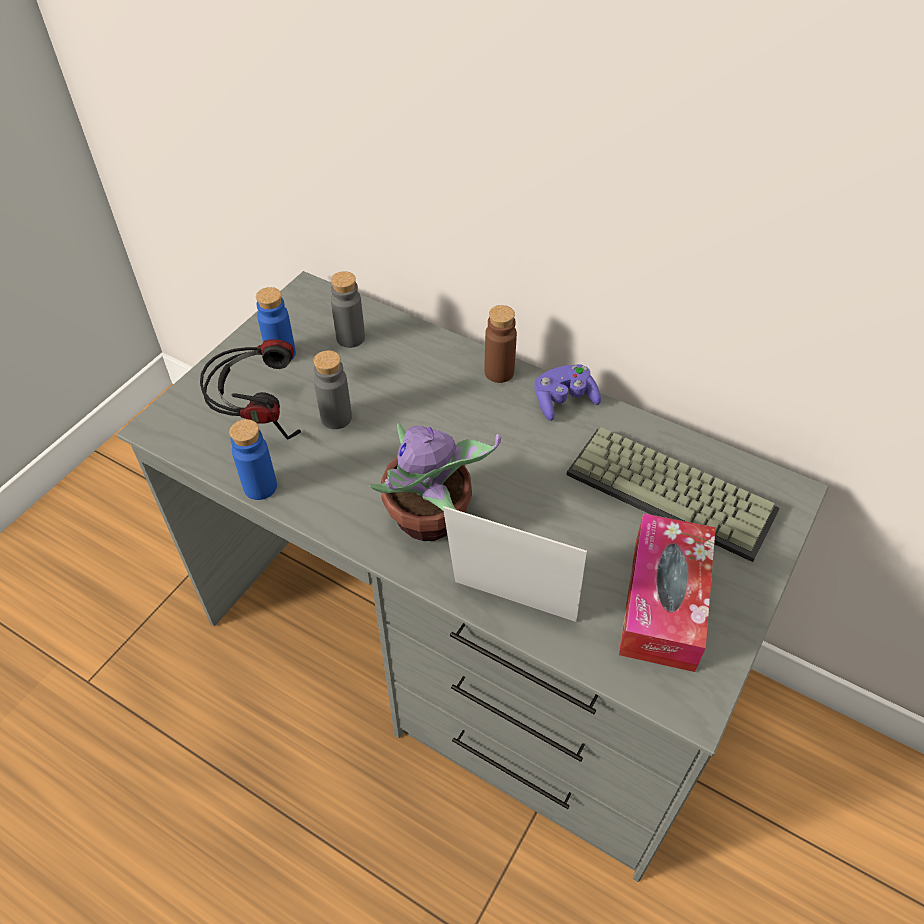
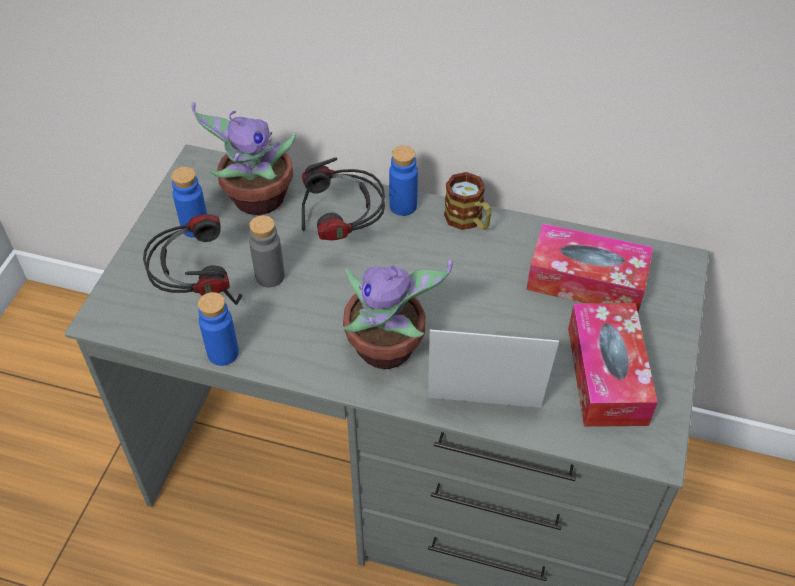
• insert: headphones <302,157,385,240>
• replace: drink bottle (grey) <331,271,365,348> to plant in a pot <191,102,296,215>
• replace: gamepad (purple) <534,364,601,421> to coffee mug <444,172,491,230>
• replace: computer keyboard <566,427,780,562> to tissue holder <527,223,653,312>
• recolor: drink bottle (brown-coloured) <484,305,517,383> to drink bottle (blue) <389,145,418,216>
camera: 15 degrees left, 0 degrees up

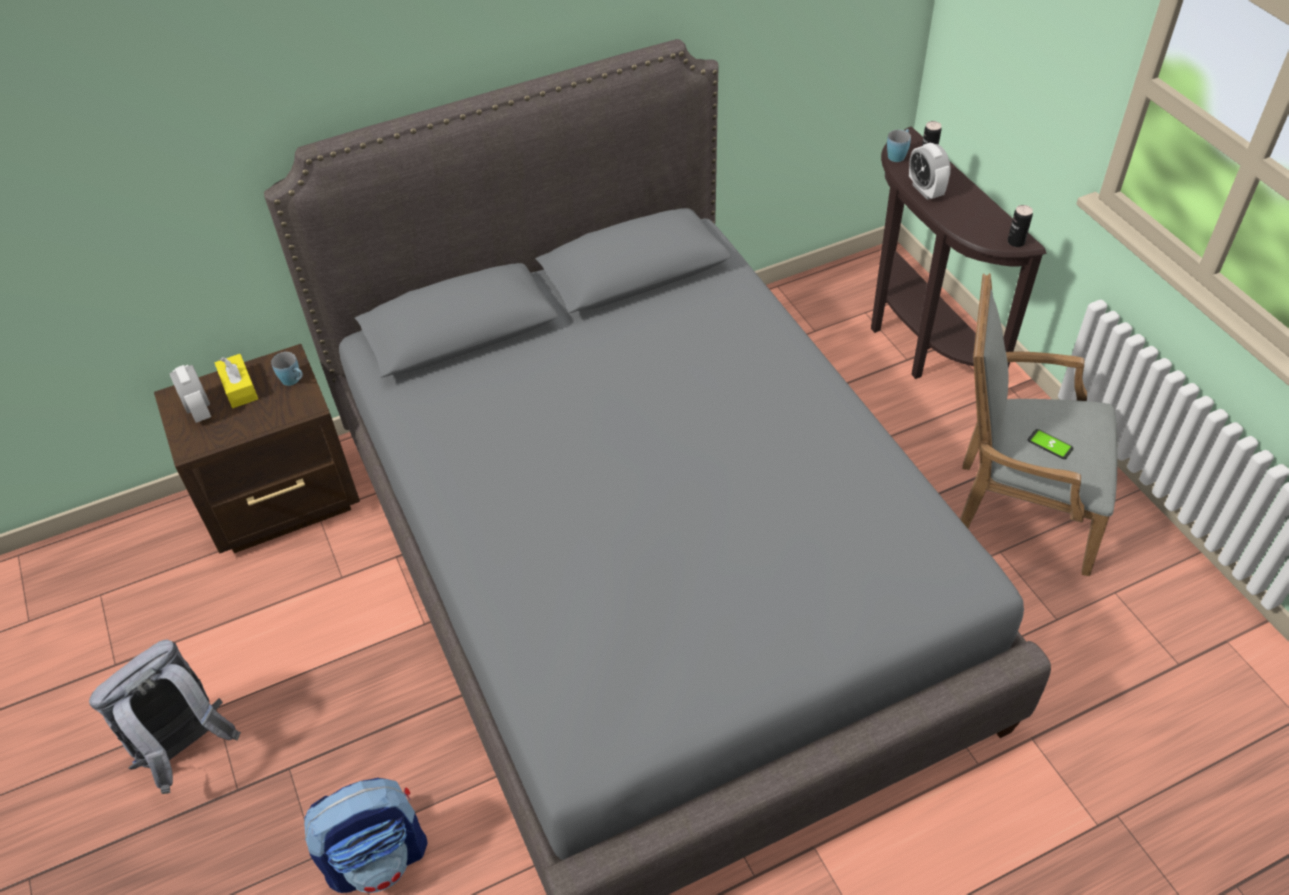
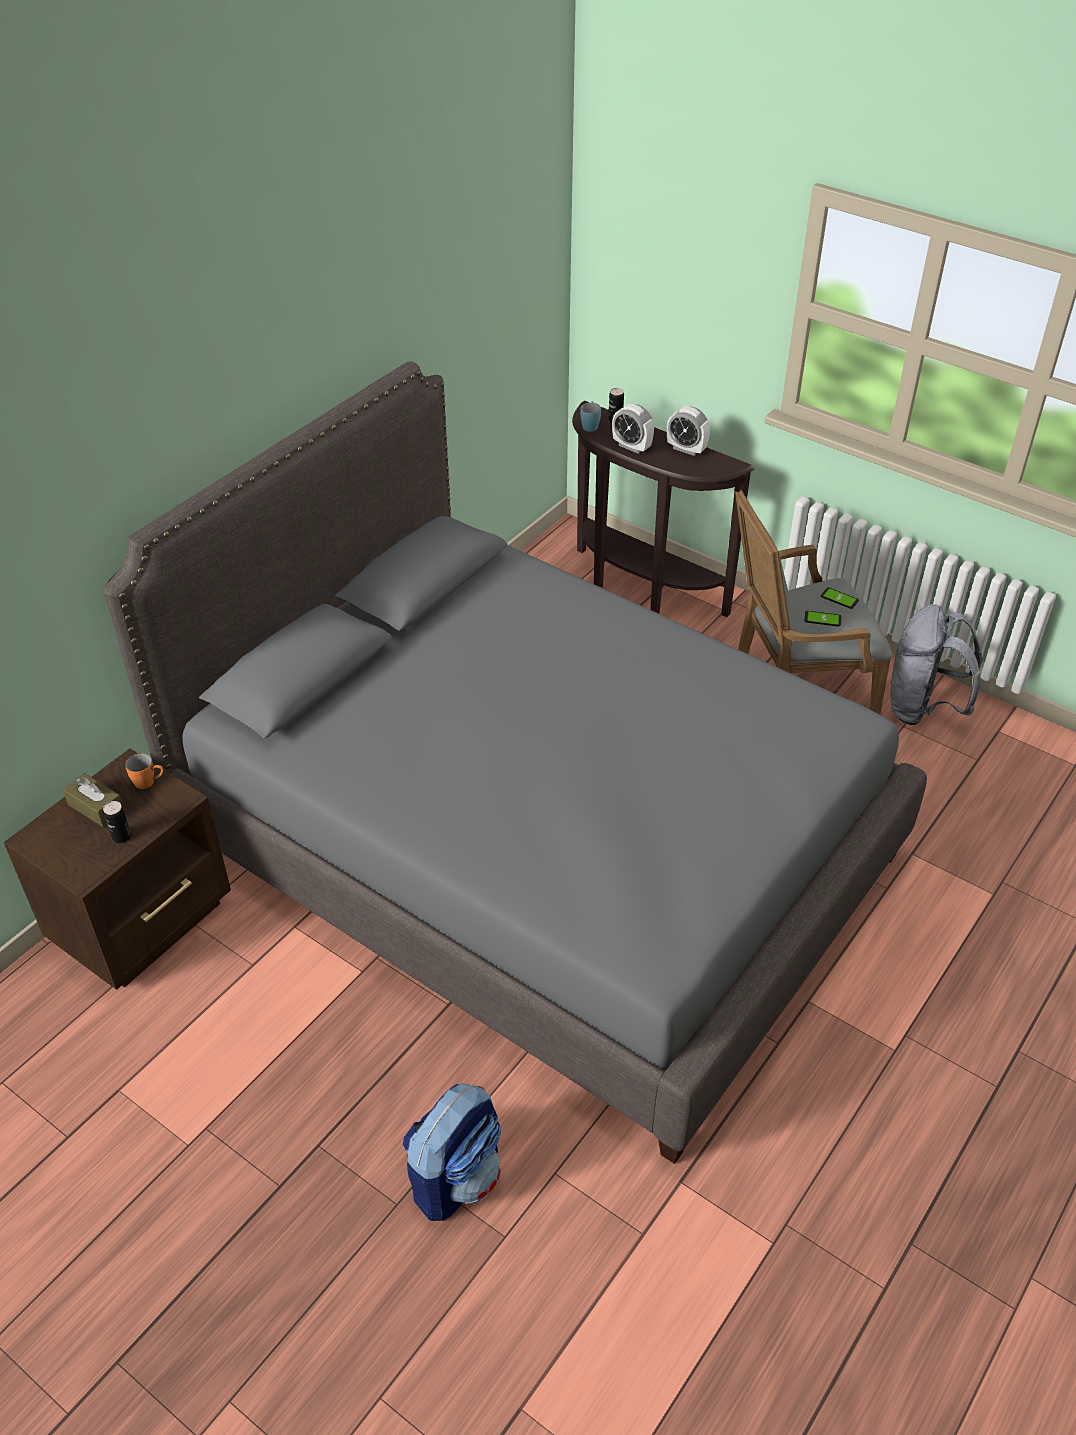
• insert: telephone <821,588,859,609>
• move: knapsack (grey) <89,640,241,794> to <890,604,982,725>
• move: bedside clock <170,365,211,423> to <667,406,710,456>
• move: metal can <1007,205,1033,247> to <103,801,131,843>
• recolor: tissue holder (yellowish) <215,354,258,408> to tissue holder (brown-coloured) <63,773,124,827>
• recolor: coffee mug (blue) <271,352,303,386> to coffee mug (orangey) <125,754,163,789>
camera: 30 degrees left, 5 degrees down

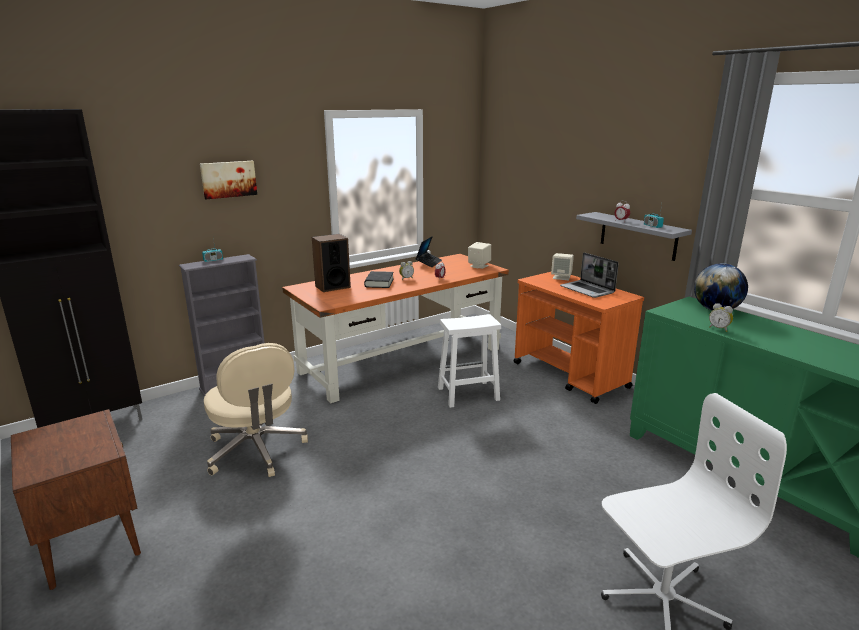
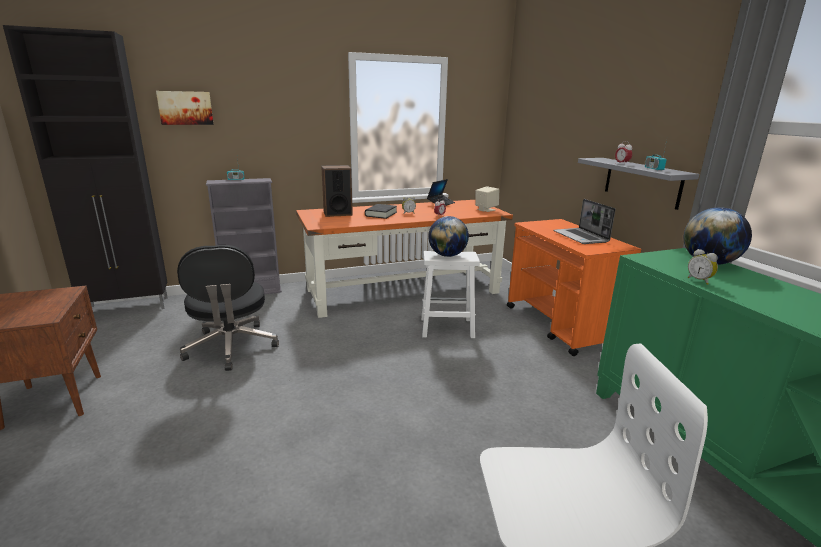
• delete: speaker (beige-coloured) <551,253,574,280>
• insert: globe <428,216,469,257>
• move: wall picture <200,161,257,199> to <156,91,214,125>
• recolor: desk chair (beige-coloured) <204,343,308,477> to desk chair (black-coloured) <177,245,279,371>
camera: 15 degrees right, 0 degrees up

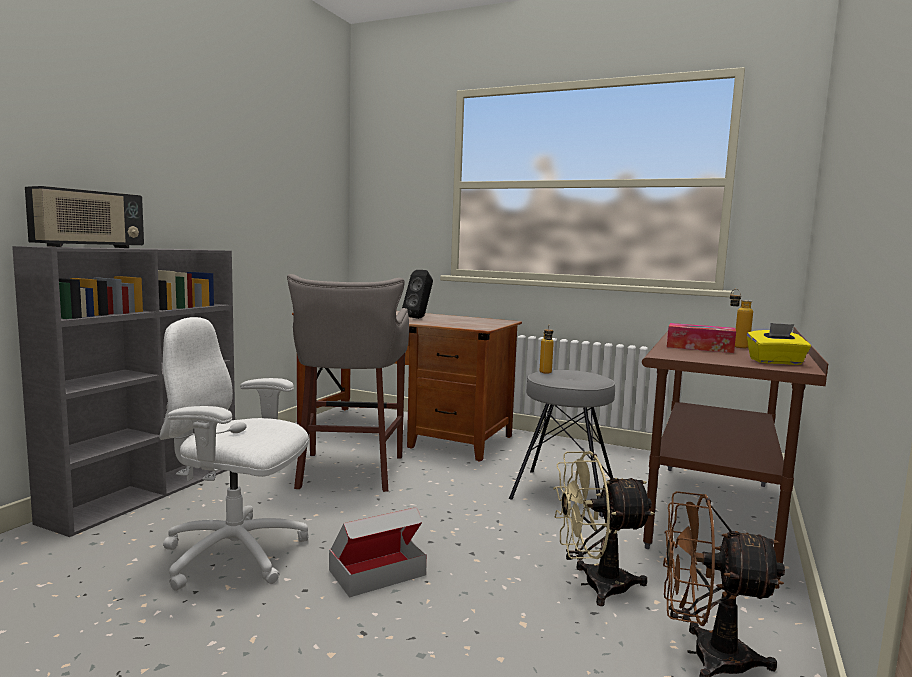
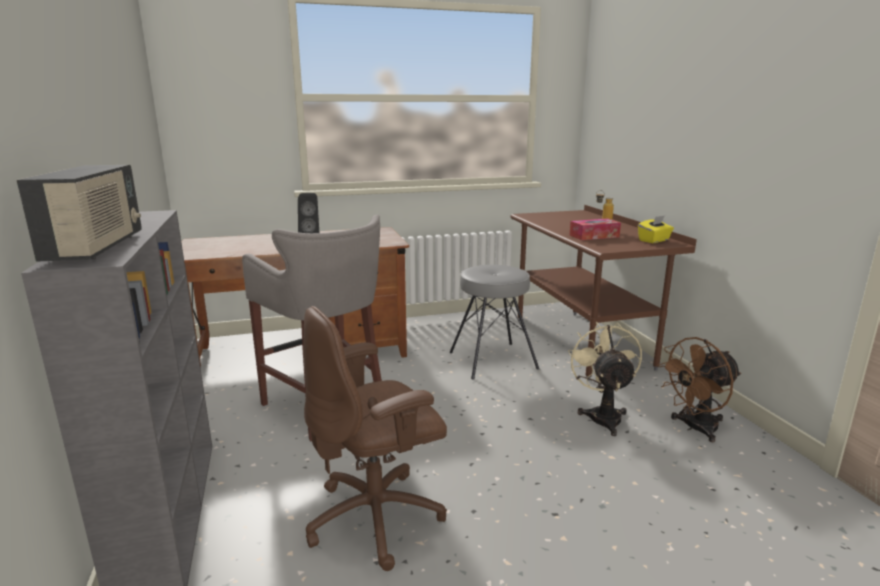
• delete: cardboard box <329,507,427,598>
• delete: drink bottle <540,325,554,373>
• recolor: desk chair (white) <159,317,309,591> to desk chair (brown-coloured) <304,306,447,571>
• rotate: electric fan (beige-coloured) <553,451,654,606> = <568,322,642,436> 135 degrees clockwise
camera: 40 degrees left, 10 degrees up

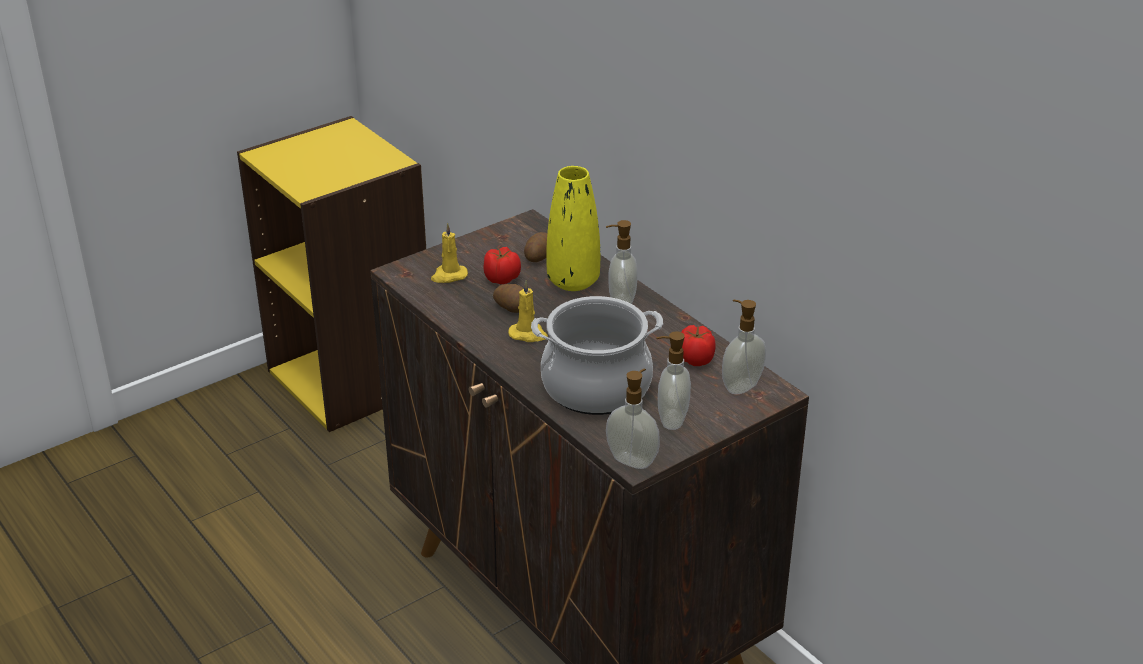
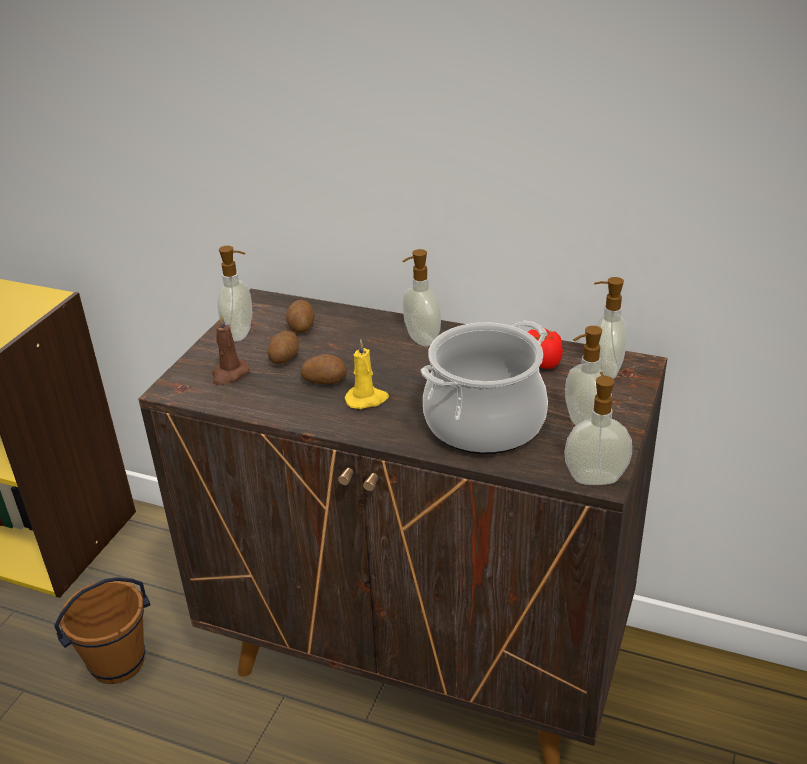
• delete: decorative vase (yellowish) <546,166,600,291>
• insert: water bucket (brown-coloured) <54,577,150,684>
• insert: soap dispenser <217,246,252,341>
• replace: tomato <483,247,521,284> to potato <267,330,299,364>
• recolor: wax candle (yellowish) <431,223,468,283> to wax candle (brown-coloured) <212,315,250,385>
camera: 30 degrees left, 0 degrees up

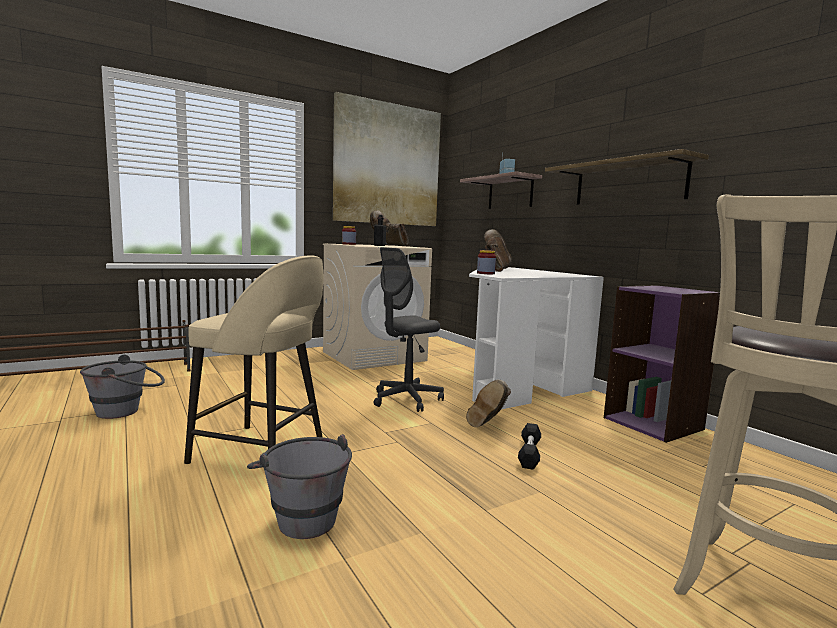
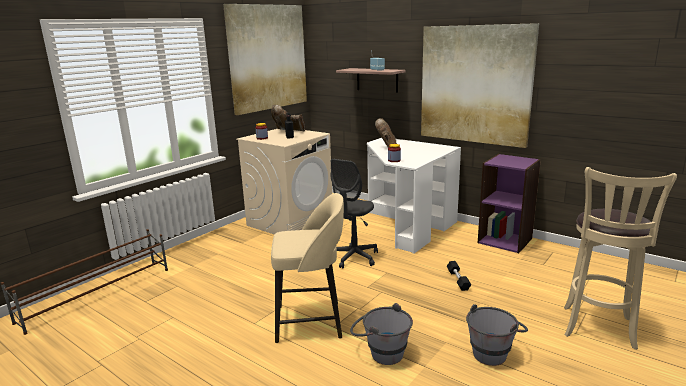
• delete: tall boot (brown-coloured) <466,380,511,427>
• move: water bucket (grey) <80,355,165,419> to <466,304,528,366>
• replace: wall shelf <545,149,709,205> to wall picture <421,23,539,148>
camera: 20 degrees left, 10 degrees up

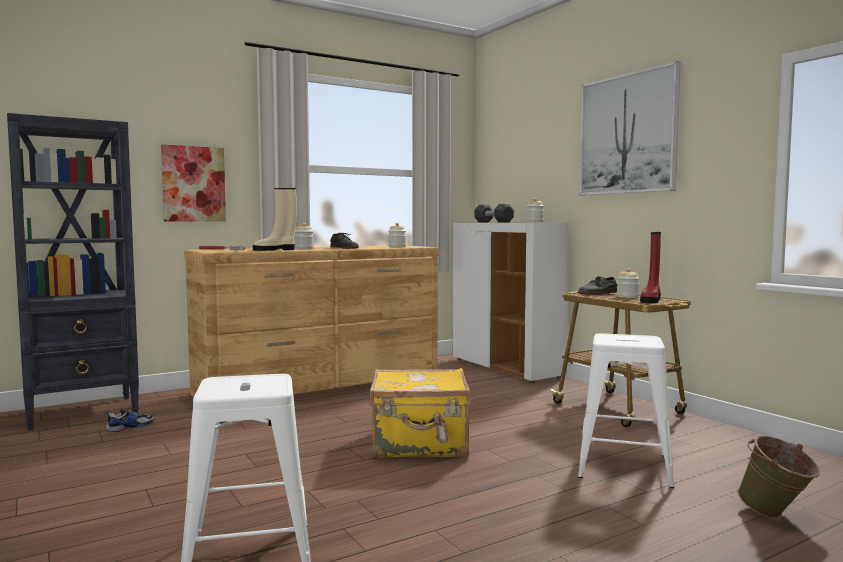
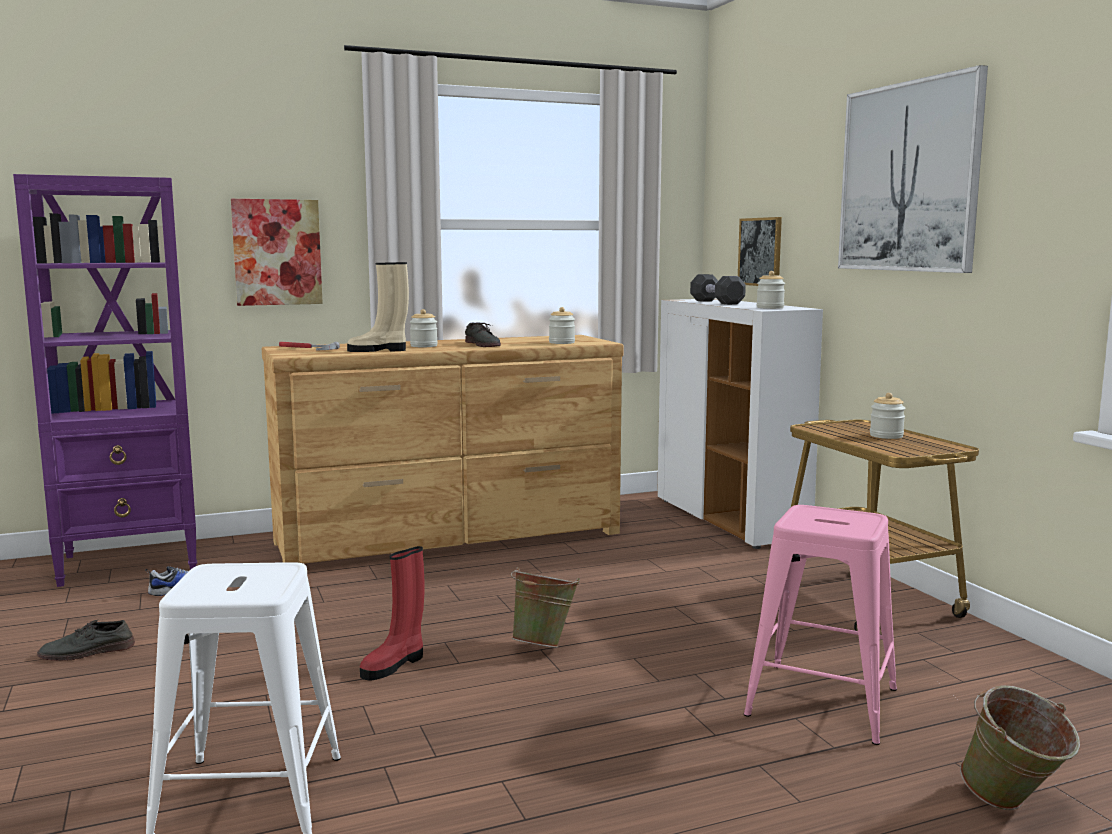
• insert: wall picture <738,217,782,286>
• move: item of footwear (grey) <578,276,617,295> to <37,619,135,661>
• move: tall boot (red) <640,232,661,303> to <360,546,424,681>
• replace: piece of luggage (yellowish) <369,368,471,458> to water bucket (greenish) <510,567,580,648>
• recolor: bookcase (black-coloured) <7,113,139,431> to bookcase (purple) <13,174,197,587>
• recolor: stool seat (white) <578,333,674,488> to stool seat (pinkish) <744,505,897,745>
camera: 10 degrees right, 5 degrees up

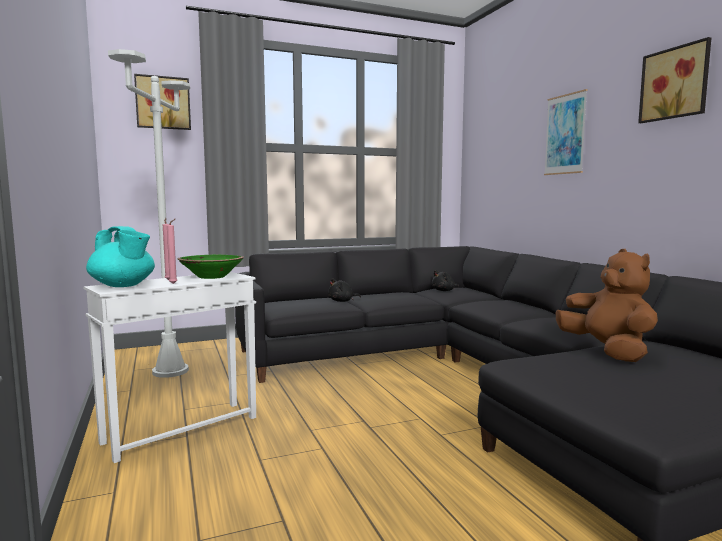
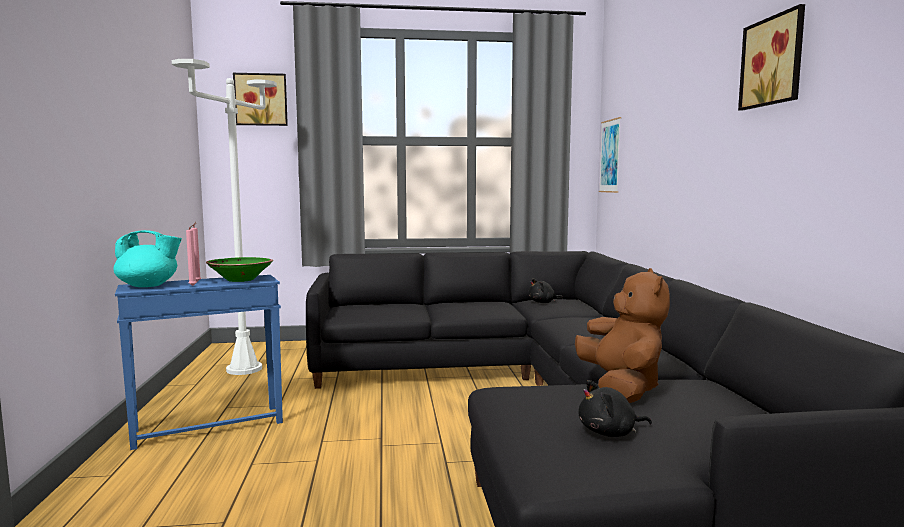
• move: cuddly toy (black-coloured) <328,278,361,302> to <578,380,652,437>
• move: wall picture <544,89,588,175> to <599,117,621,193>
• recolor: end table (white) <83,272,256,463> to end table (blue) <115,275,283,450>
• rotate: pot for tea (blue-green) <86,226,155,287> = <113,230,182,287> 60 degrees counterclockwise
camera: 15 degrees right, 0 degrees up

